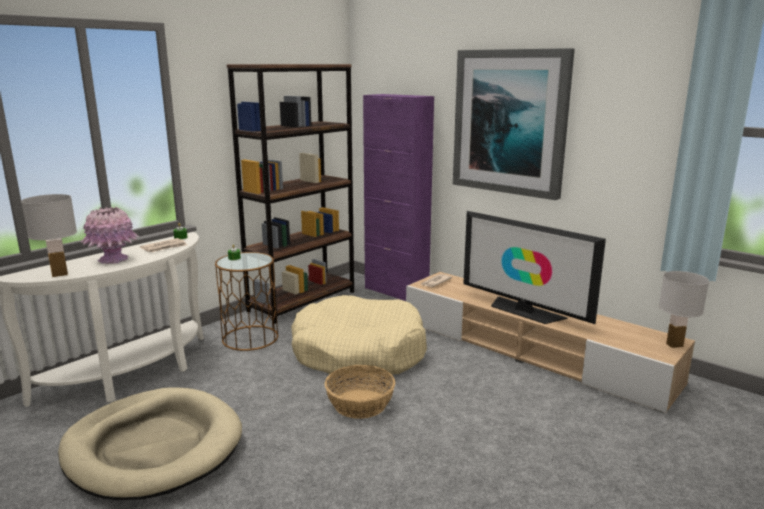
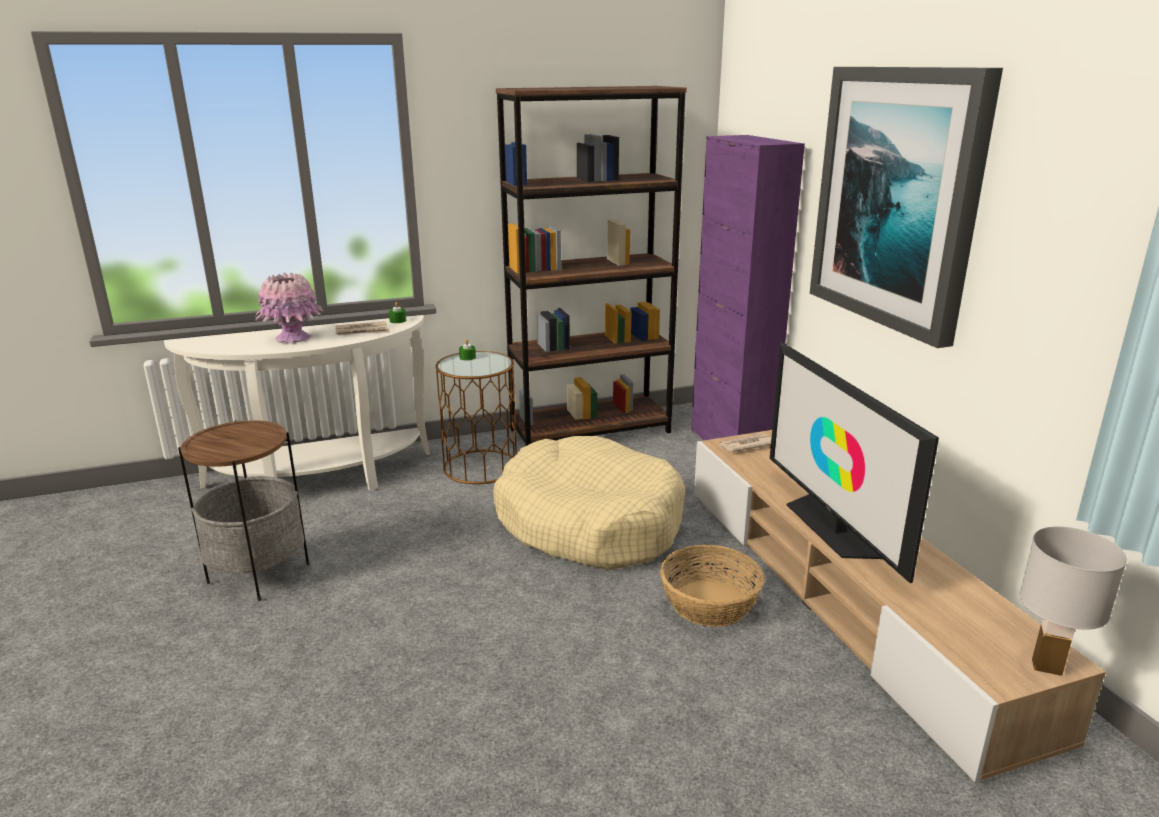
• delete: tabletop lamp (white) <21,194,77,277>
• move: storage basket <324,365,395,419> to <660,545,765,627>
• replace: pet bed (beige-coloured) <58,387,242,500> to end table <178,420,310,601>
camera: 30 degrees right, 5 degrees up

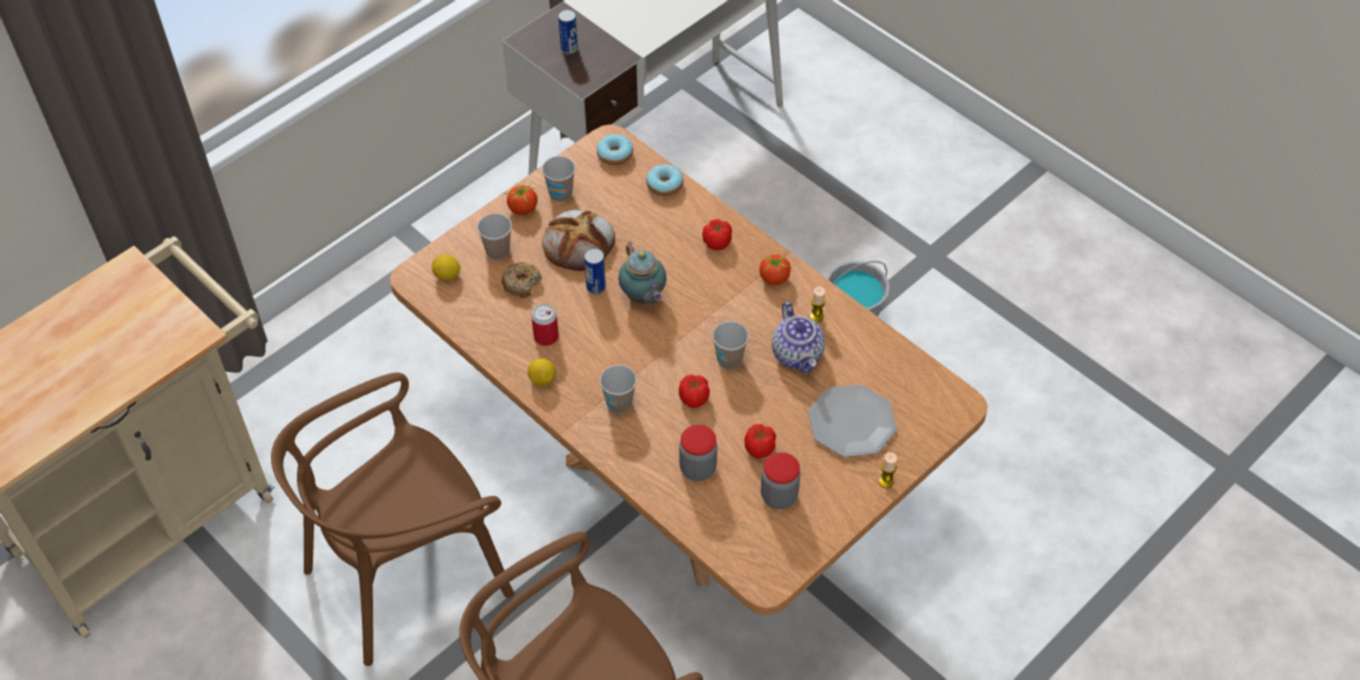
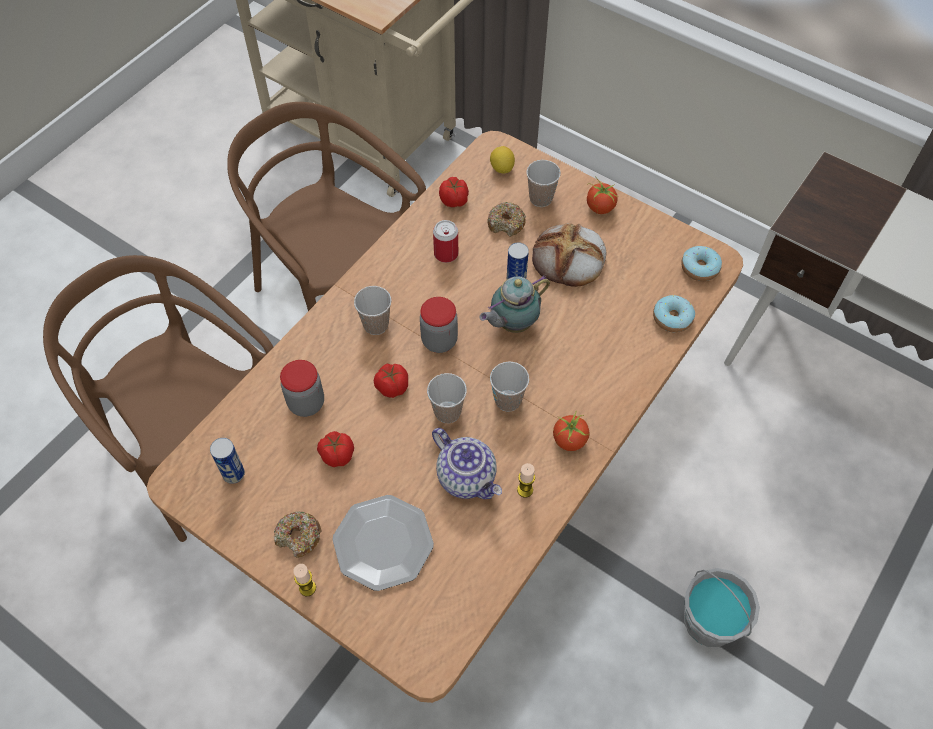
• delete: whole lemon <528,358,556,386>
• insert: doughnut <273,511,322,558>
• move: cup <542,156,575,202> to <490,362,529,412>
• move: metal can <558,10,578,54> to <210,438,245,484>
• move: tomato <702,219,732,250> to <439,177,469,207>
• move: preserve jar <761,452,800,509> to <420,297,458,353>
• rotate: pot for tea <772,302,825,374> = <432,428,502,499> 105 degrees counterclockwise
camera: 80 degrees right, 5 degrees up

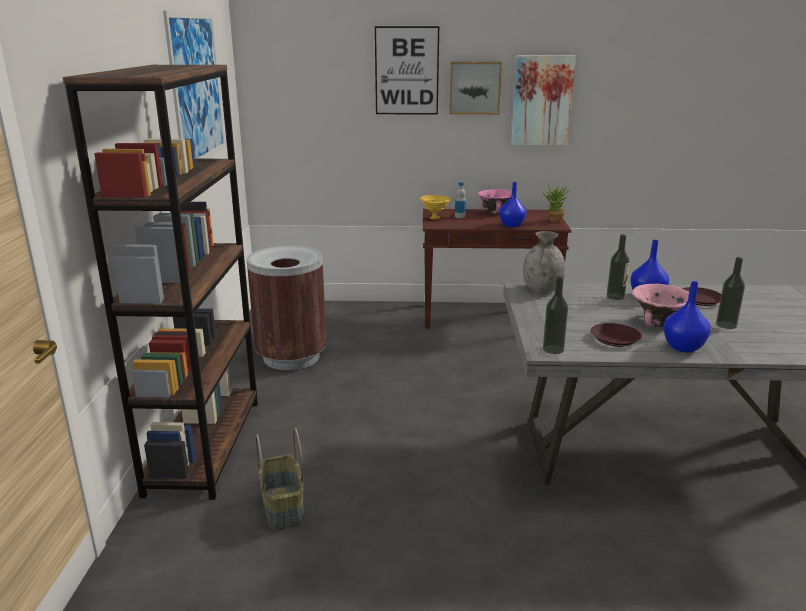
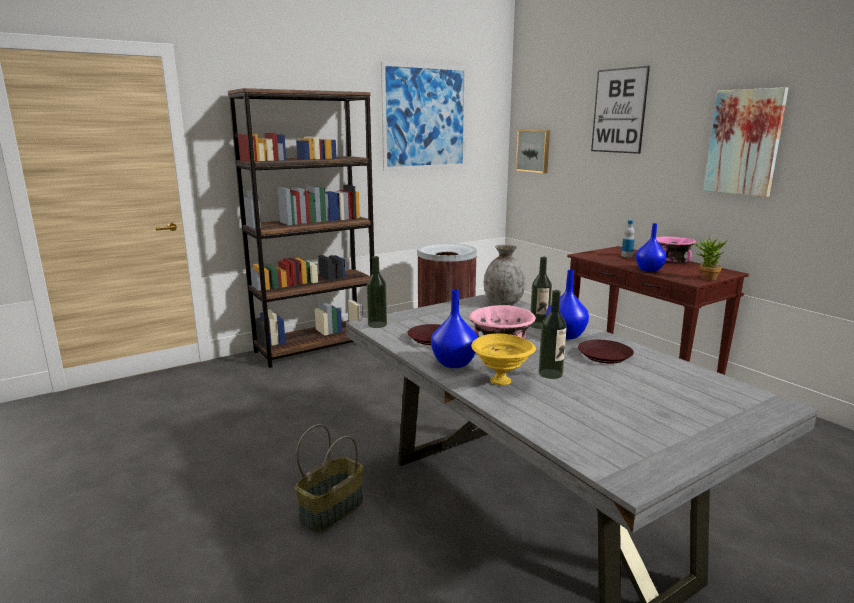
• move: storage basket <256,428,304,531> to <295,424,364,532>
• move: serving bowl (yellowish) <420,195,451,219> to <471,334,536,385>
• move: wall picture <449,62,502,115> to <516,130,550,173>
camera: 55 degrees right, 5 degrees down

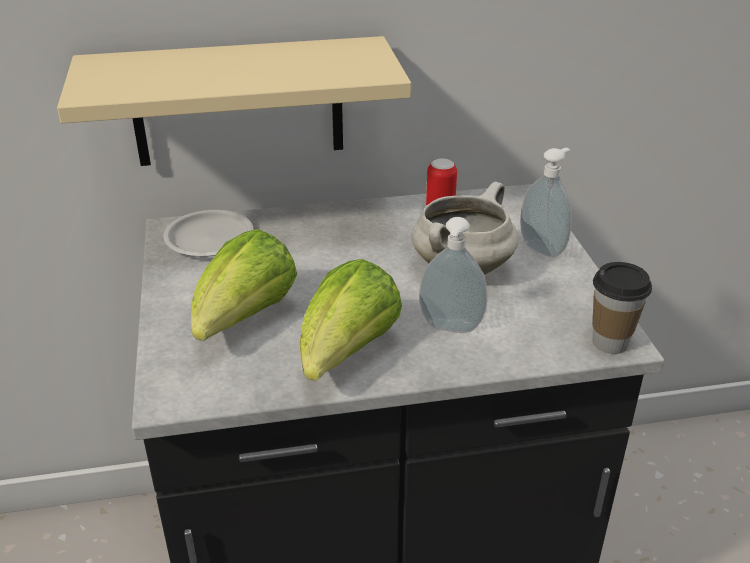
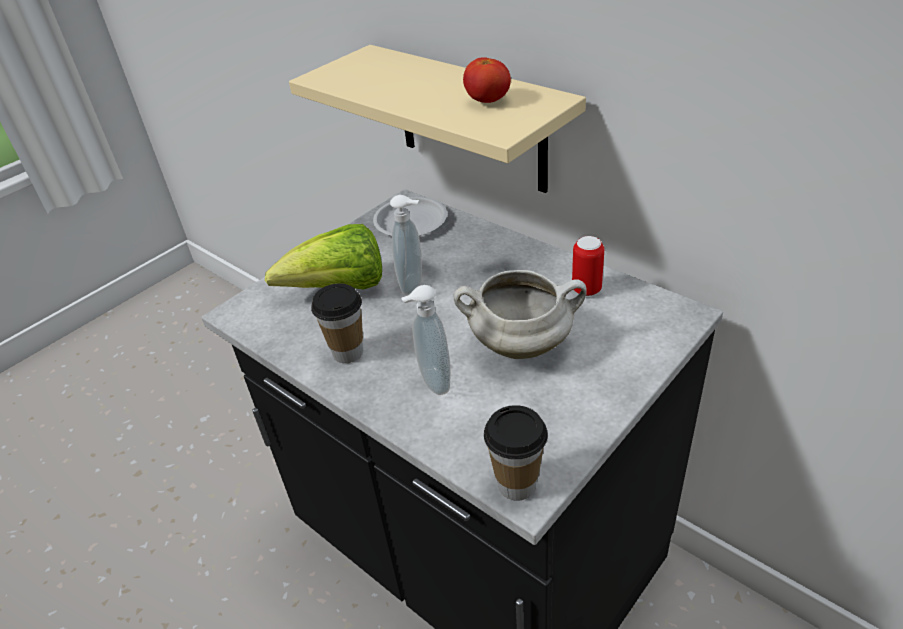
• insert: tomato <463,57,511,103>
• move: soap dispenser <520,148,572,257> to <390,195,422,295>
• replace: lettuce <300,259,402,381> to cup <311,283,363,363>
camera: 55 degrees right, 5 degrees up

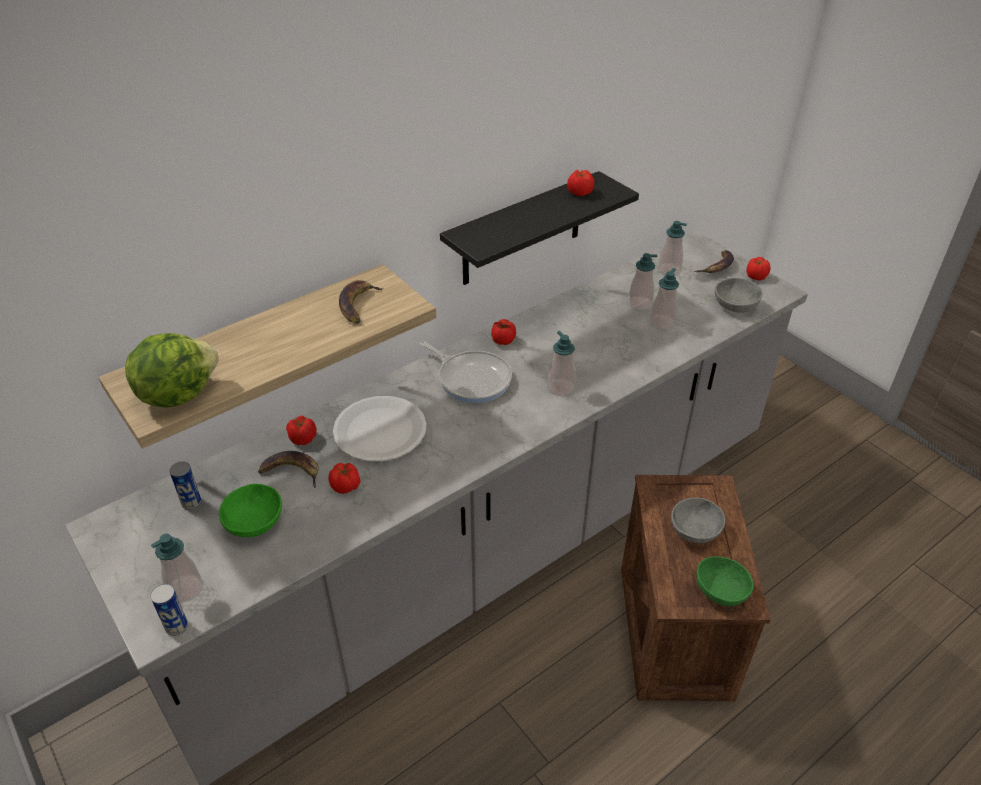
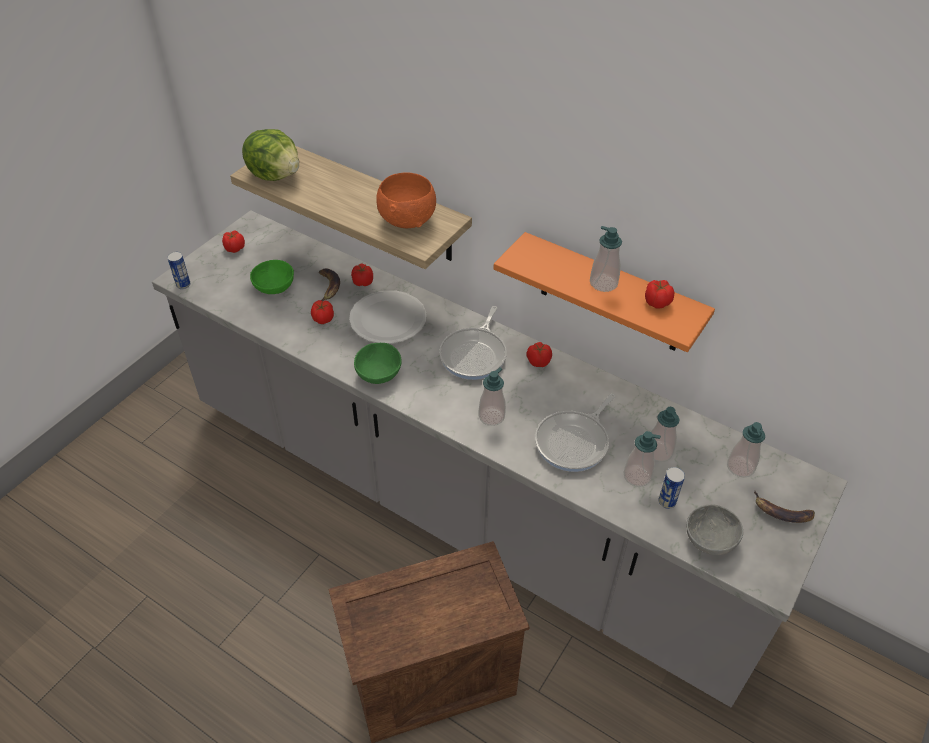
• delete: serving bowl (grey) <671,498,725,543>
• insert: frying pan <535,394,616,472>
• move: soap dispenser <151,534,203,603> to <590,226,622,292>
• move: metal can <169,461,201,510> to <658,467,685,509>
• move: serving bowl (greenish) <697,556,754,606> to <354,343,402,384>
• move: tomato <746,257,771,280> to <222,230,245,253>
• replace: whole banana <339,280,383,324> to serving bowl (orangey) <376,173,436,228>
• recolor: wall shelf (black-coloured) <440,171,639,285> to wall shelf (orangey) <493,232,715,352>
camera: 70 degrees right, 5 degrees up

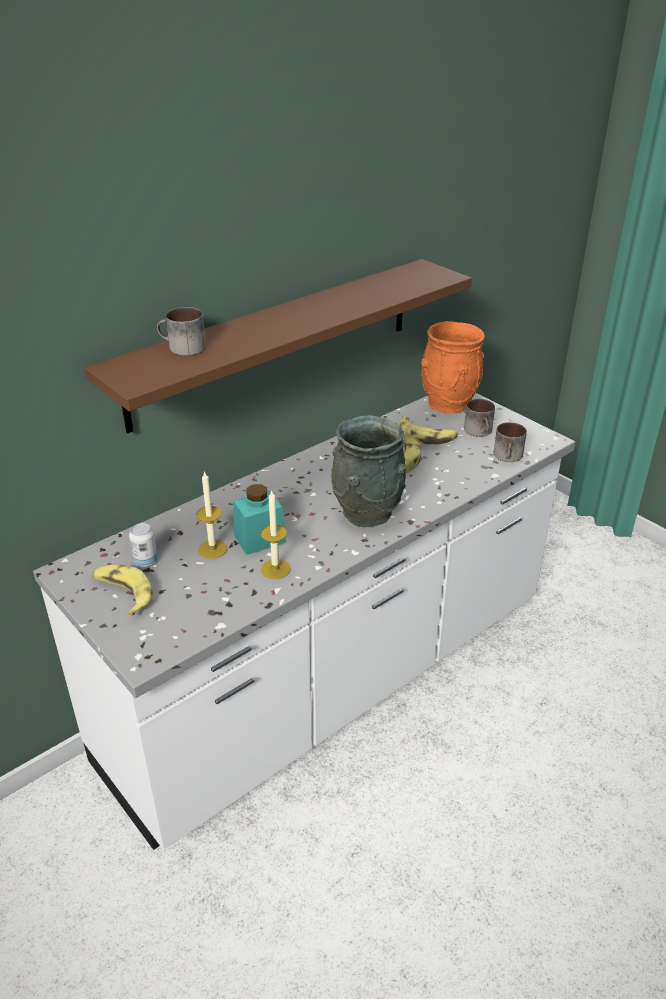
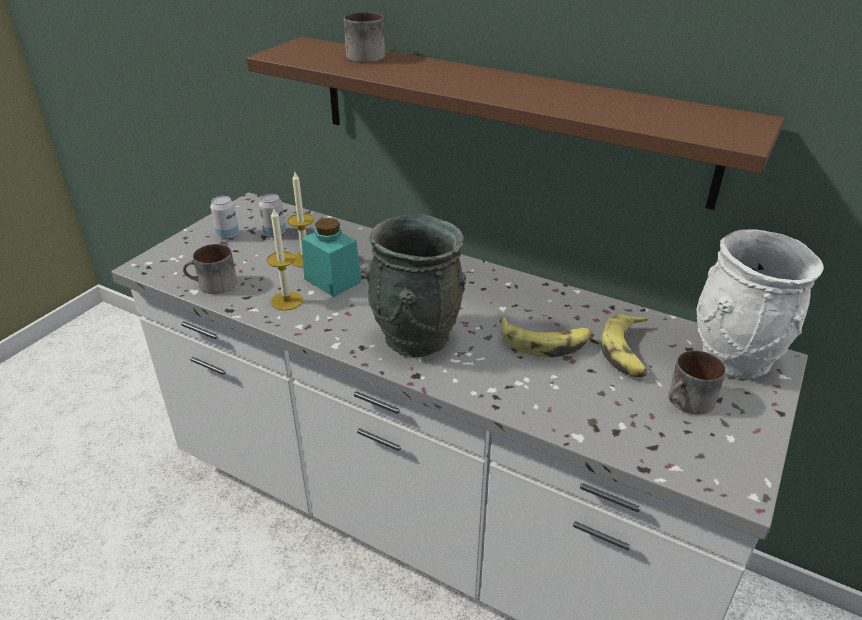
• move: coffee mug <494,422,527,462> to <183,244,237,294>
• replace: whole banana <92,565,153,616> to metal can <210,196,239,239>
• recolor: decorative vase (orangey) <421,321,485,414> to decorative vase (white) <696,229,824,378>
camera: 70 degrees right, 0 degrees up

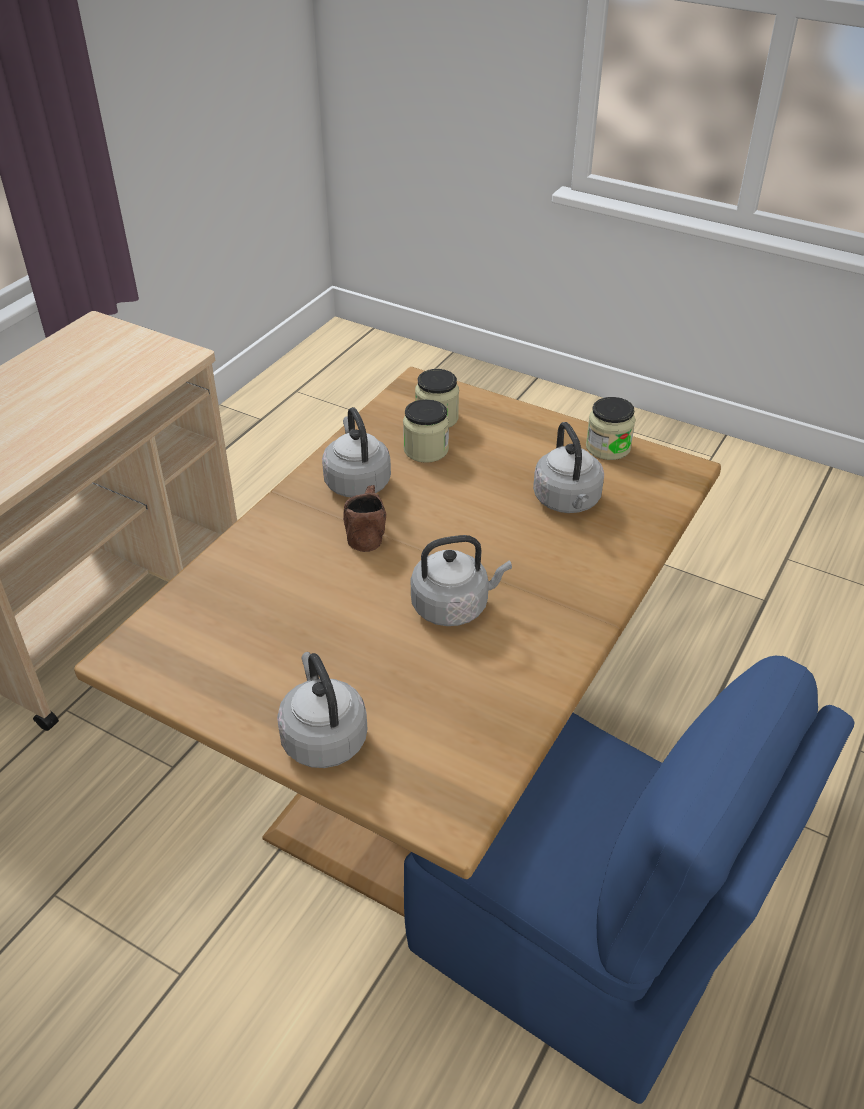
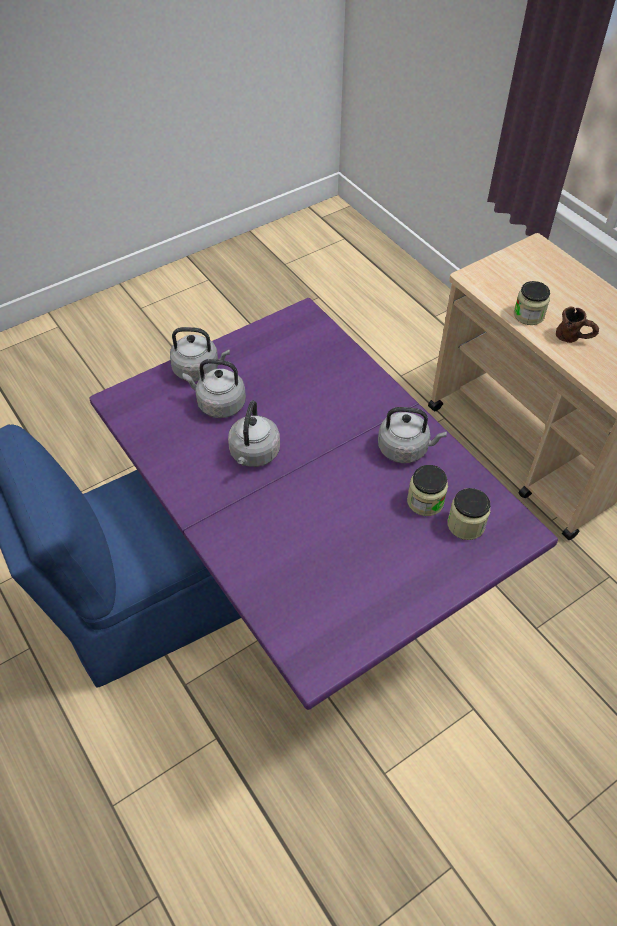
• move: coffee mug (brown-coloured) <343,485,386,552> to <556,306,599,343>
• move: kettle (grey) <533,422,604,513> to <183,359,246,418>
• move: preserve jar <586,397,636,460> to <514,281,550,325>
• recolor: kitchen table (brown-coloured) <74,367,721,917> to kitchen table (purple) <90,298,558,710>
camera: 115 degrees right, 10 degrees up

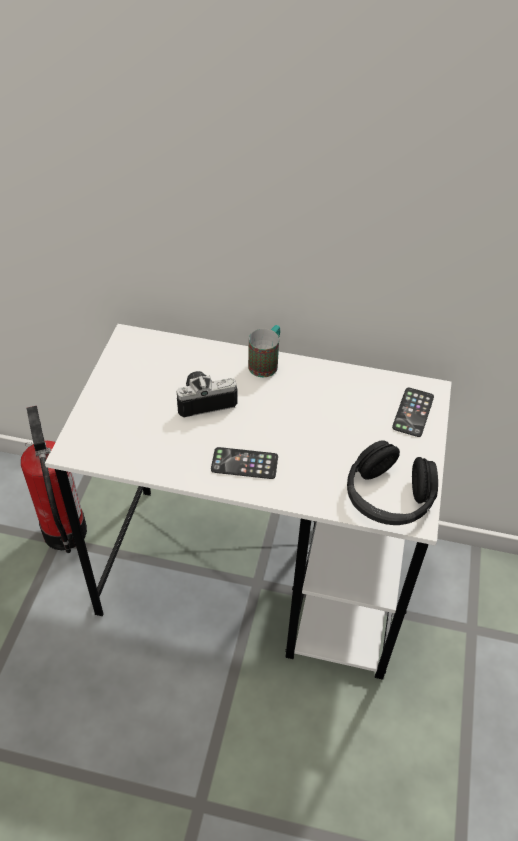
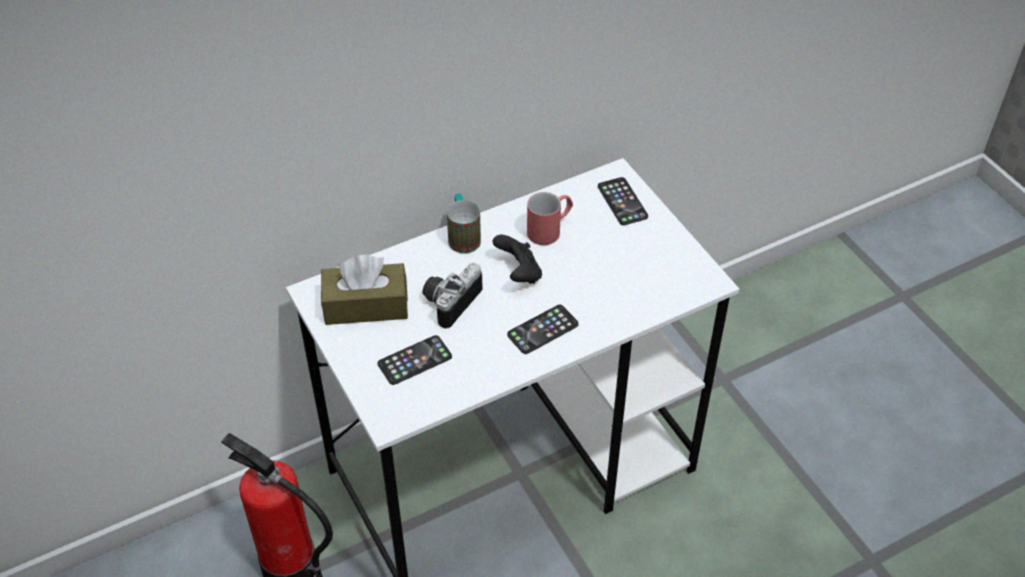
• delete: headphones (black-coloured) <347,440,438,525>
• insert: tissue holder (brown-coloured) <321,255,408,325>
• insert: telephone <378,335,452,385>
• insert: gamepad (black-coloured) <492,235,542,284>
• insert: coffee mug (red) <527,192,573,245>
camera: 40 degrees left, 0 degrees up

